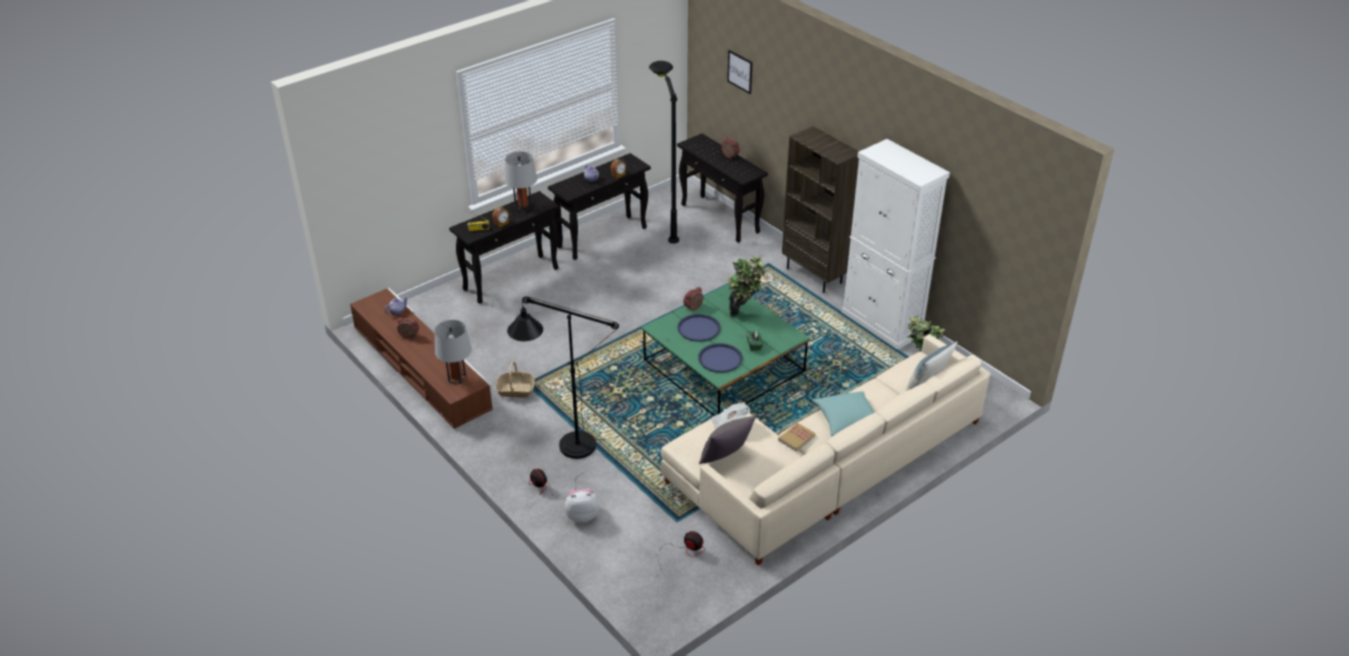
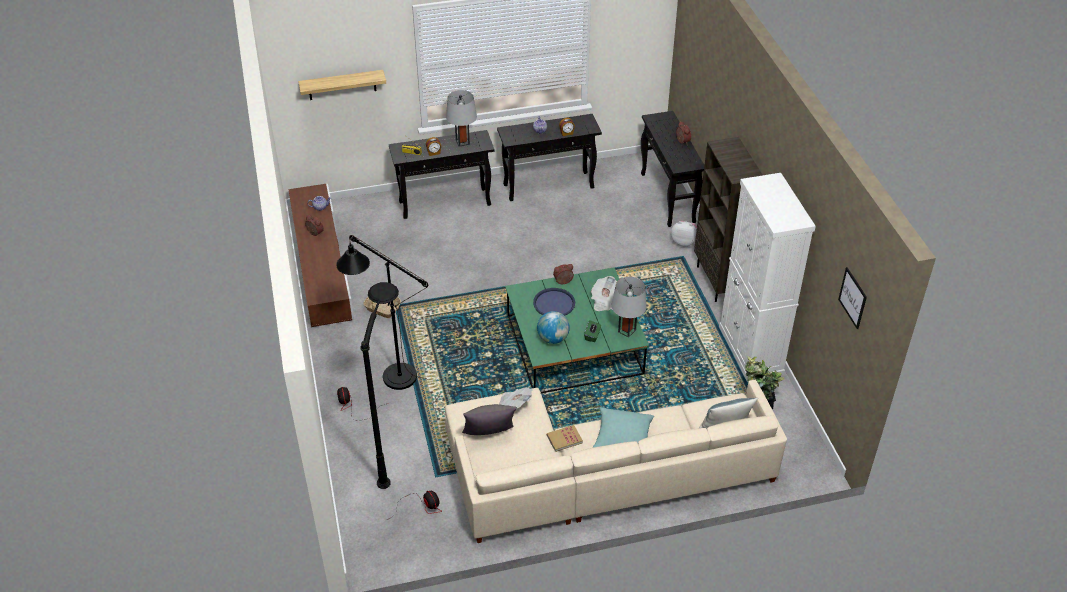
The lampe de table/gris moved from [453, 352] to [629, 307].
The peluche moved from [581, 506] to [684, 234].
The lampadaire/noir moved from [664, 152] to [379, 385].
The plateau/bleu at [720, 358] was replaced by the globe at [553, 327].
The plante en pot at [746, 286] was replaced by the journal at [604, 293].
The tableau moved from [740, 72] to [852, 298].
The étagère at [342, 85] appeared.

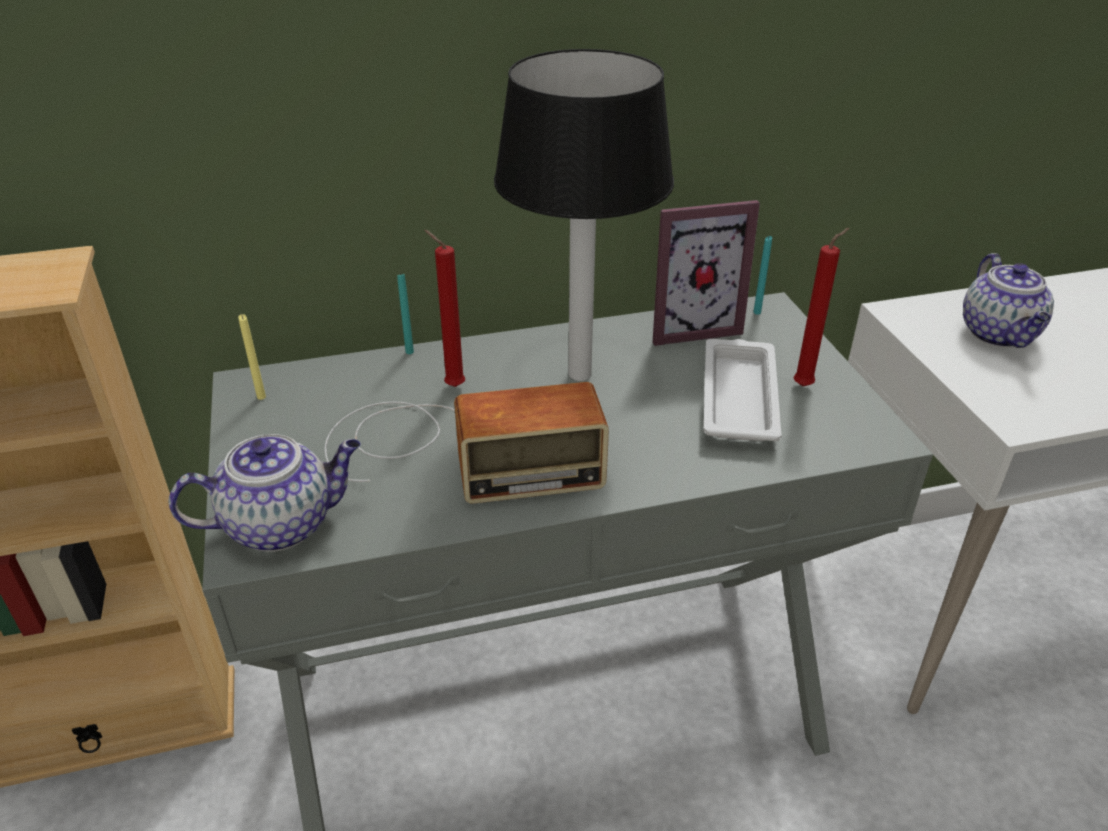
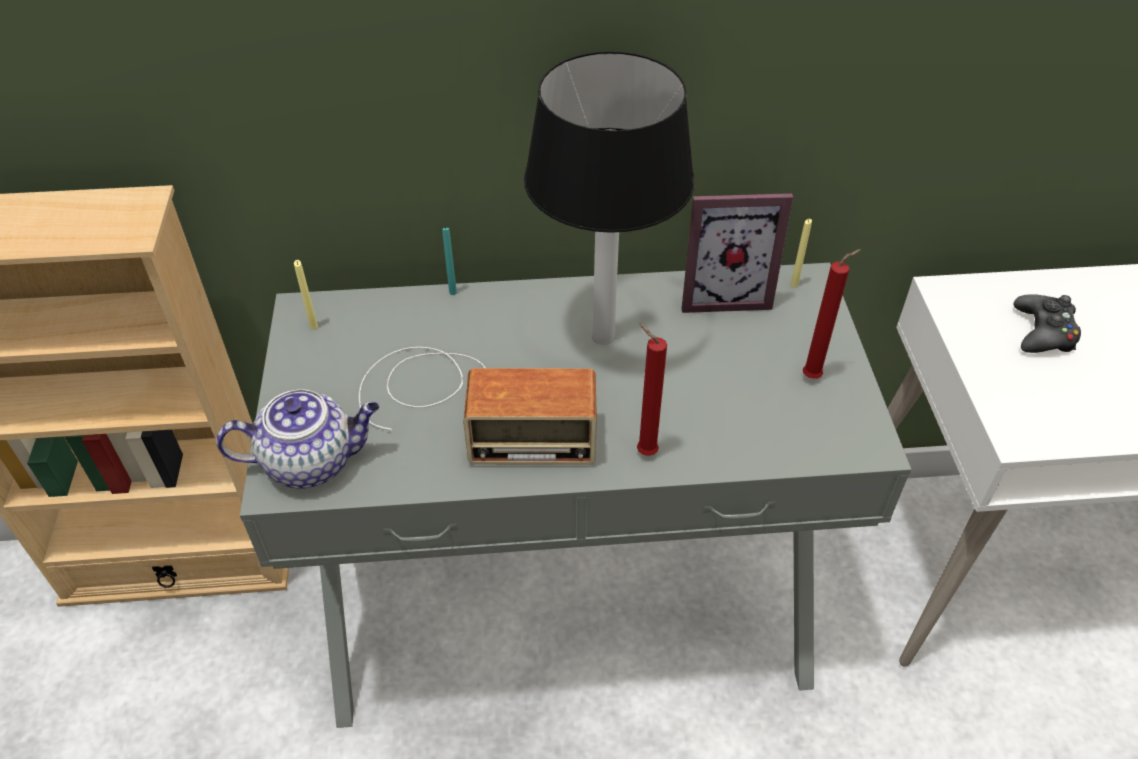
The bougie/rouge moved from [445, 308] to [652, 389].
The plateau/blanc at [743, 390] disappeared.
The bougie/turquoise at [762, 275] became the bougie/jaune at [801, 253].
The théière at [1008, 300] was replaced by the manette/noir at [1047, 323].

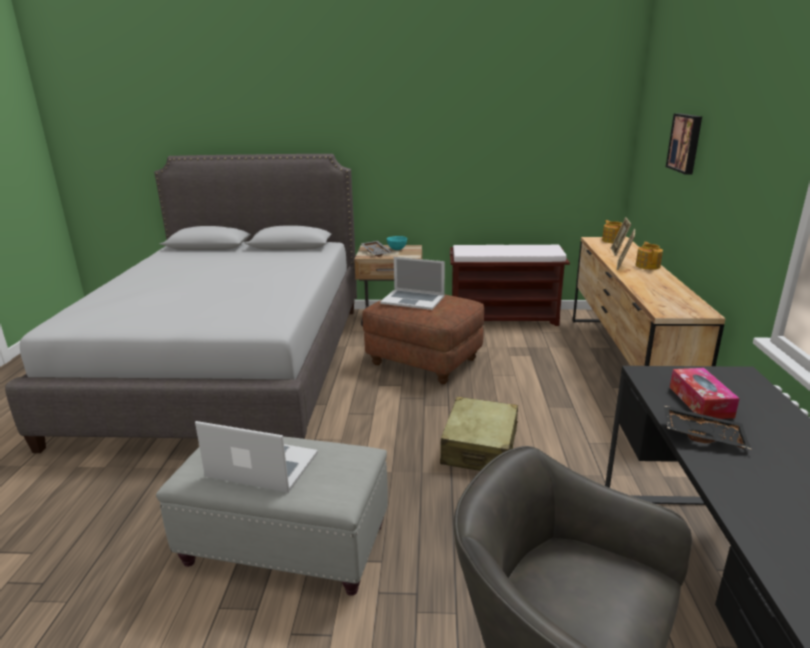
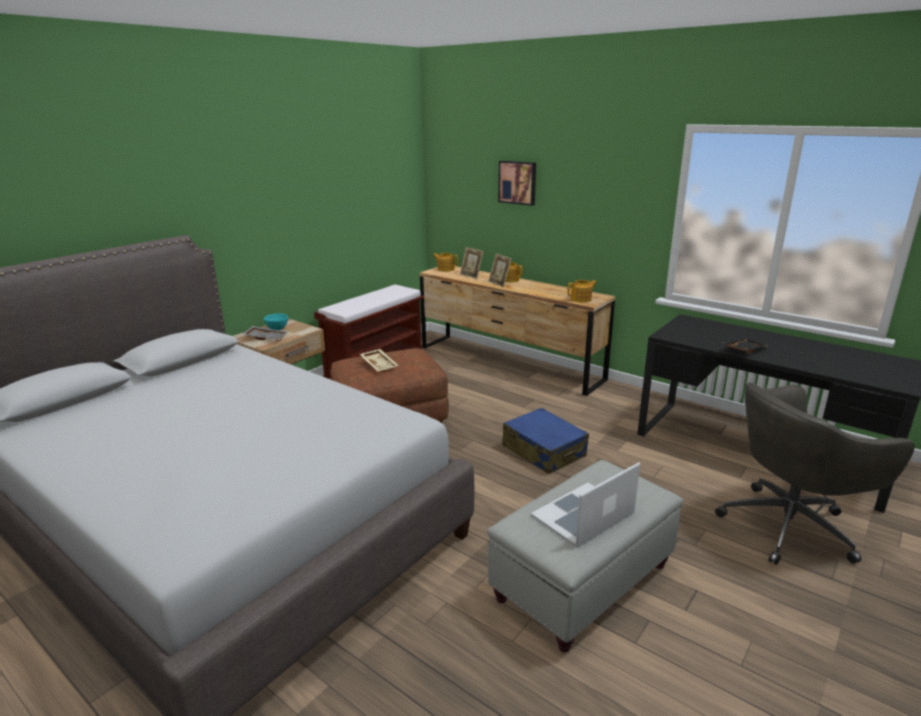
The ordinateur portable at [412, 283] was replaced by the plateau/beige at [379, 360].
The valise/beige at [479, 434] became the valise/bleu at [545, 441].
The boîte à mouchoirs at [705, 393] disappeared.
The théière at [582, 291] appeared.

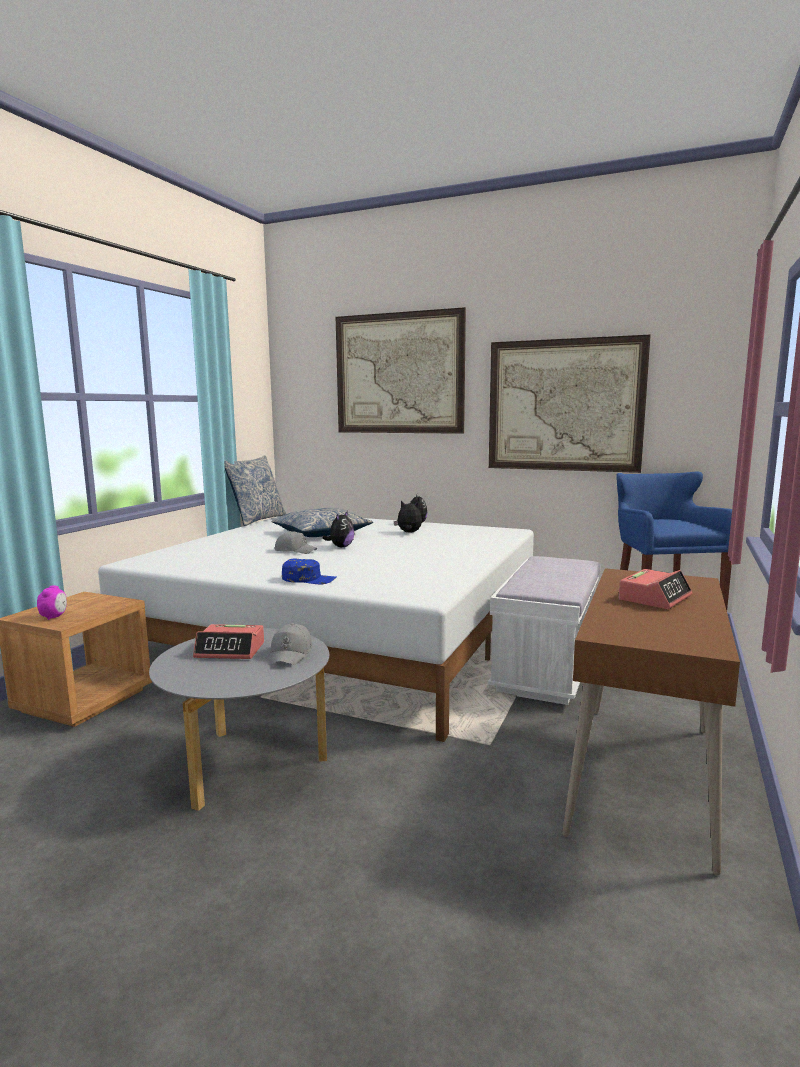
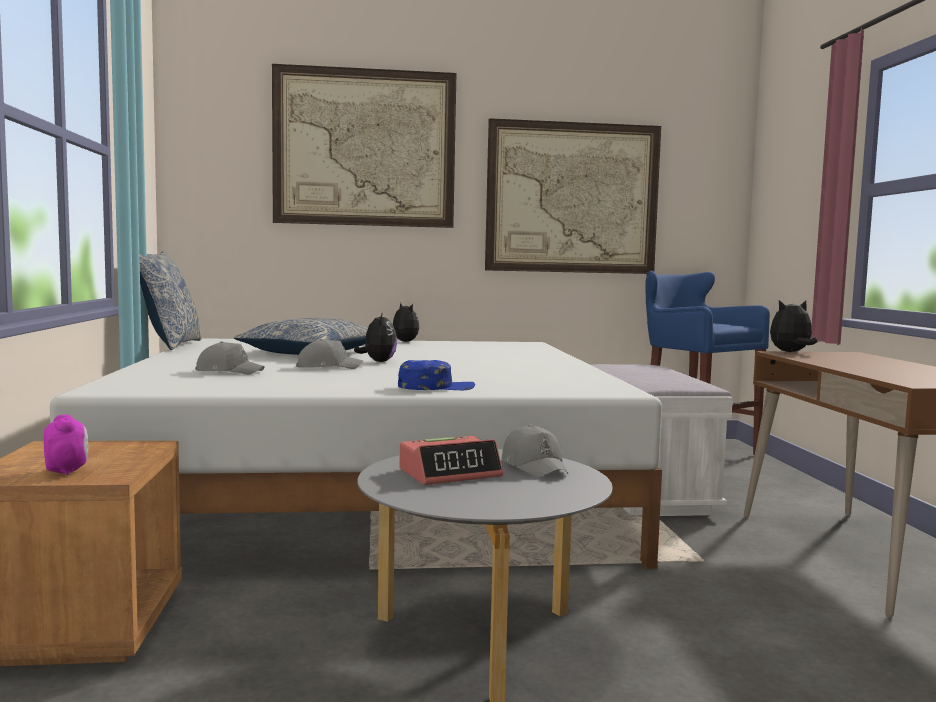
The peluche moved from [408, 517] to [794, 326].
The réveil at [655, 589] disappeared.
The casquette/gris at [230, 358] appeared.

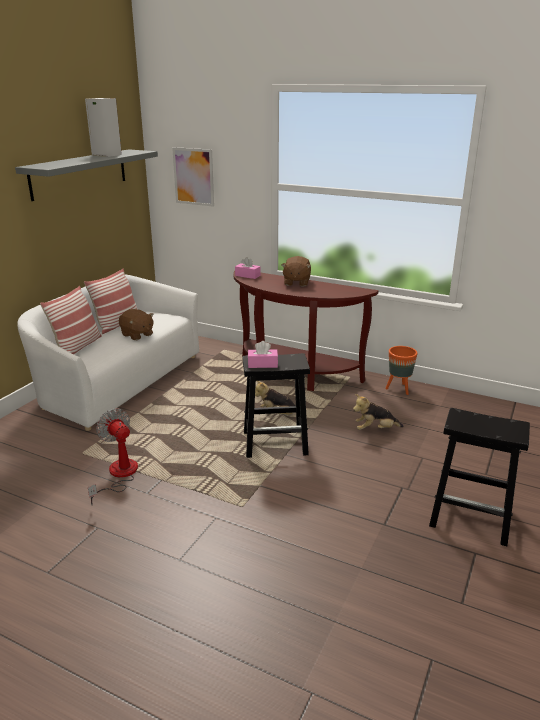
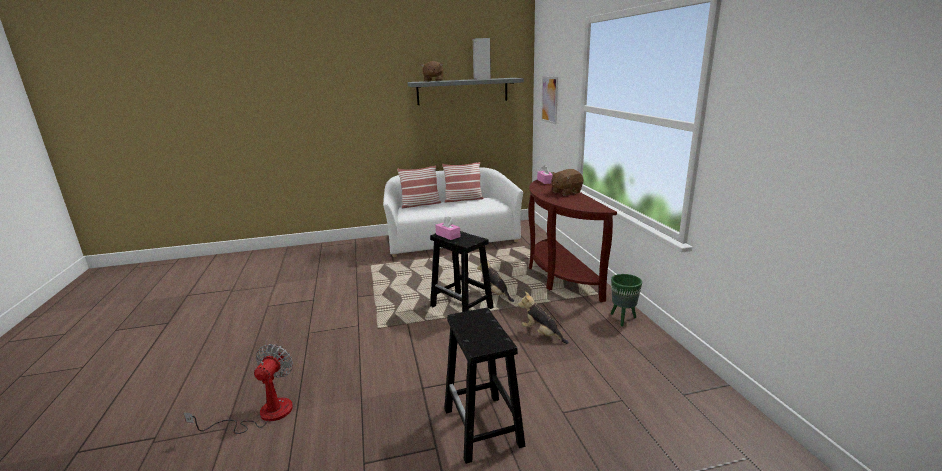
The ventilateur moved from [113, 457] to [238, 389].
The peluche/marron moved from [136, 324] to [432, 71].
The cache-pot/orange at [401, 370] became the cache-pot/vert at [626, 300].

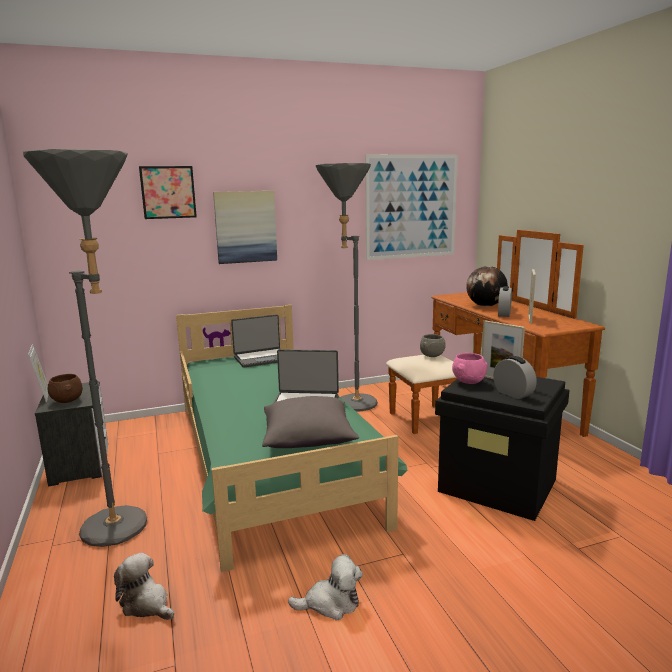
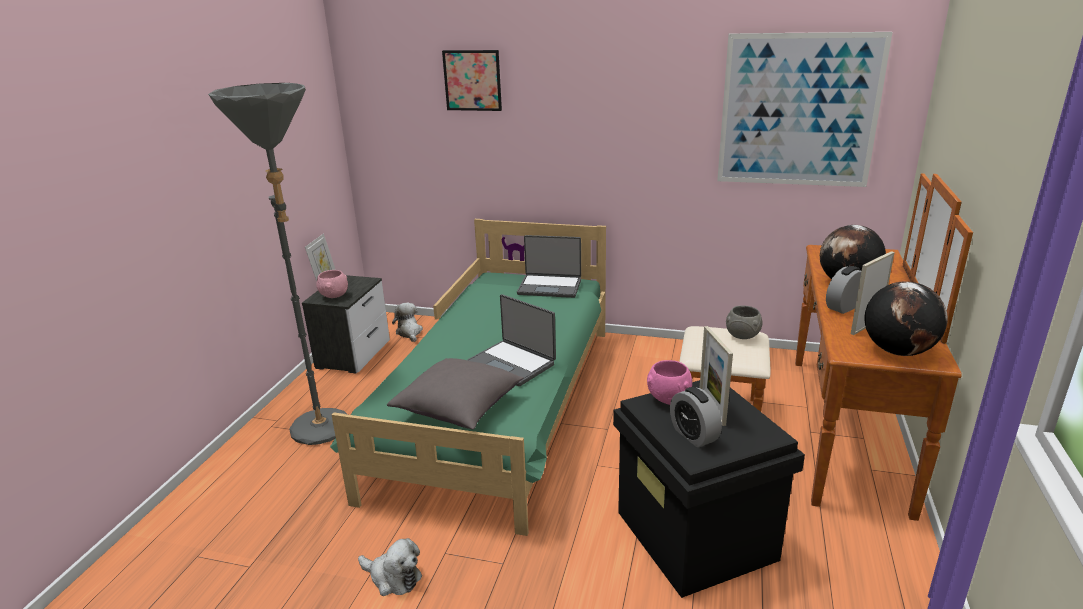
The bol/marron at [65, 388] became the bol/rose at [332, 284].
The peluche moved from [144, 586] to [407, 322].
The tableau at [245, 227] disappeared.
The lampadaire/gris at [347, 287] disappeared.
The réveil at [515, 377] turned 150 degrees clockwise.
The globe at [906, 318] appeared.

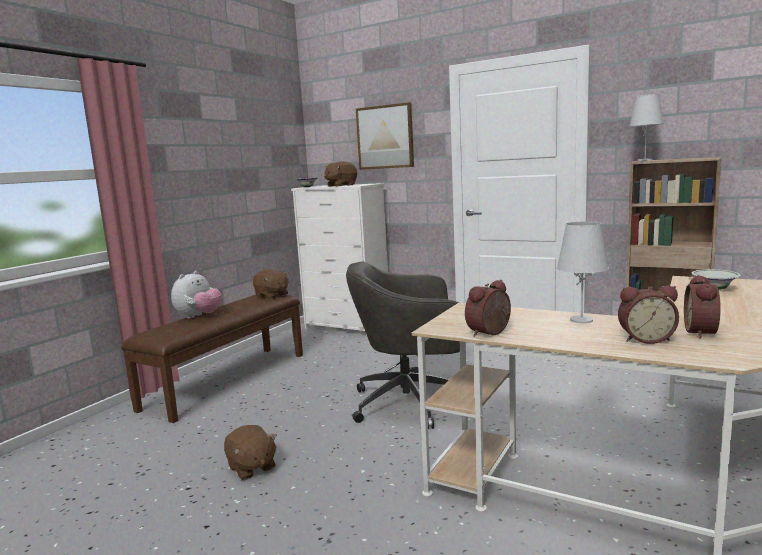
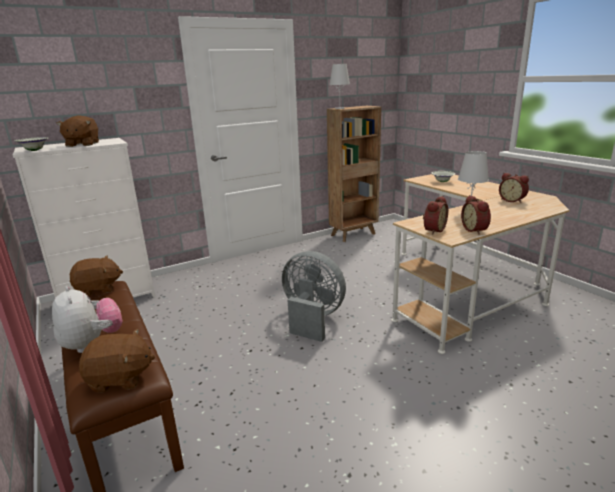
The peluche/marron moved from [250, 452] to [117, 361].
The chaise de bureau/gris at [403, 345] was replaced by the ventilateur/gris at [314, 296].
The tableau at [385, 136] disappeared.
The réveil moved from [648, 315] to [435, 215].

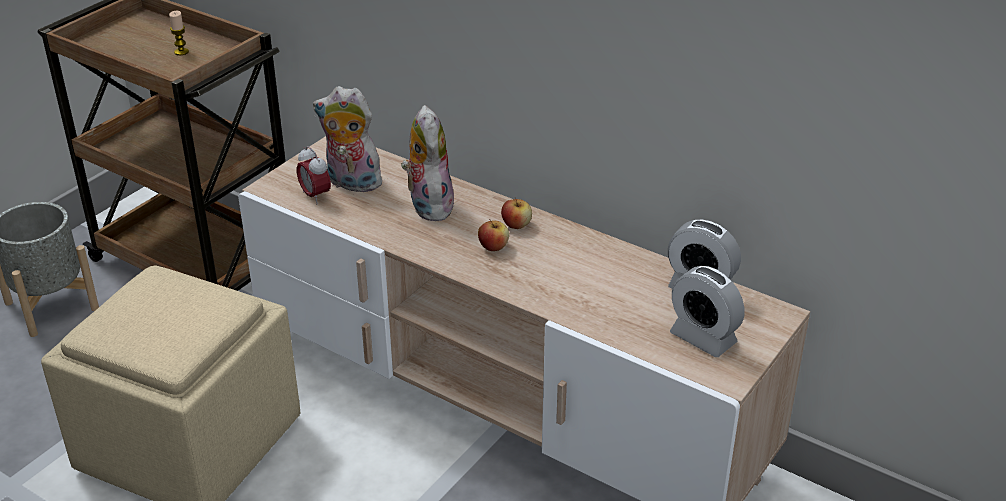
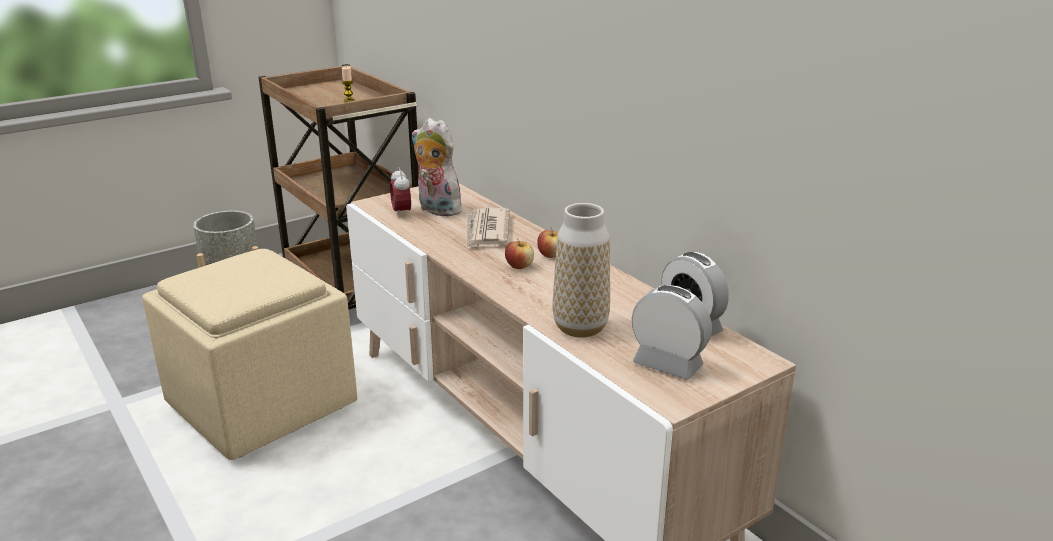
The peluche at [428, 163] was replaced by the journal at [488, 228].
The réveil at [707, 311] turned 150 degrees clockwise.
The vase at [581, 270] appeared.

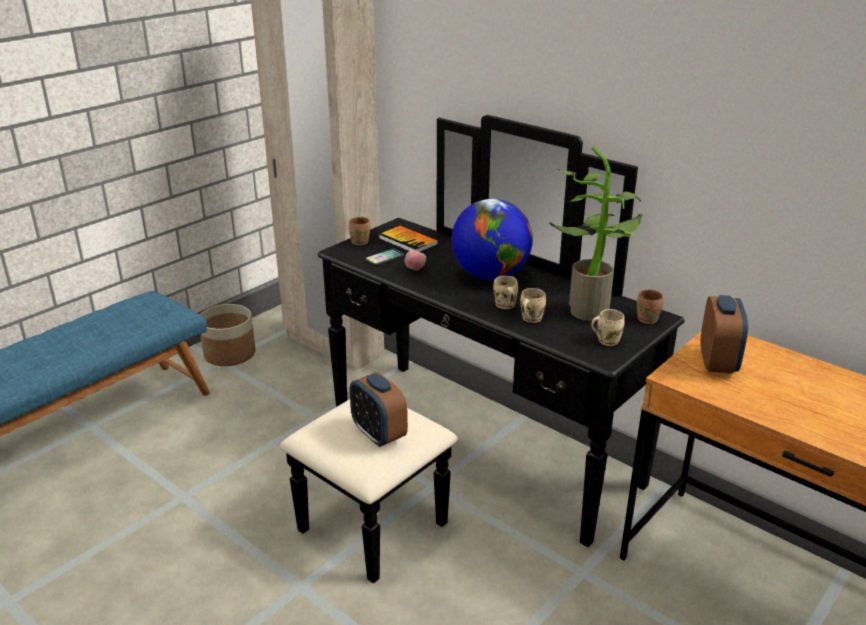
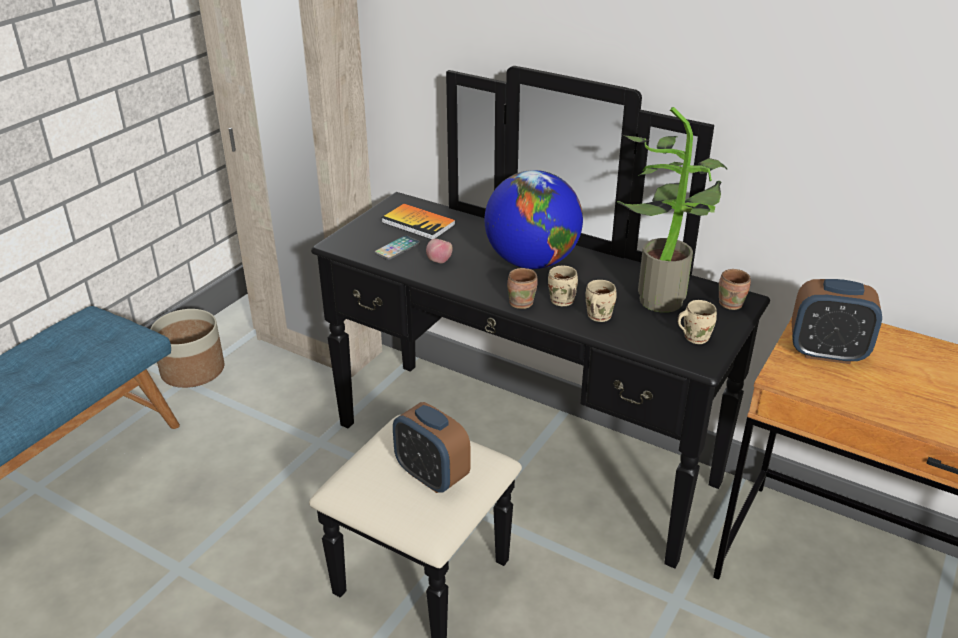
The mug/marron moved from [359, 231] to [522, 288].
The réveil at [724, 334] turned 105 degrees clockwise.

